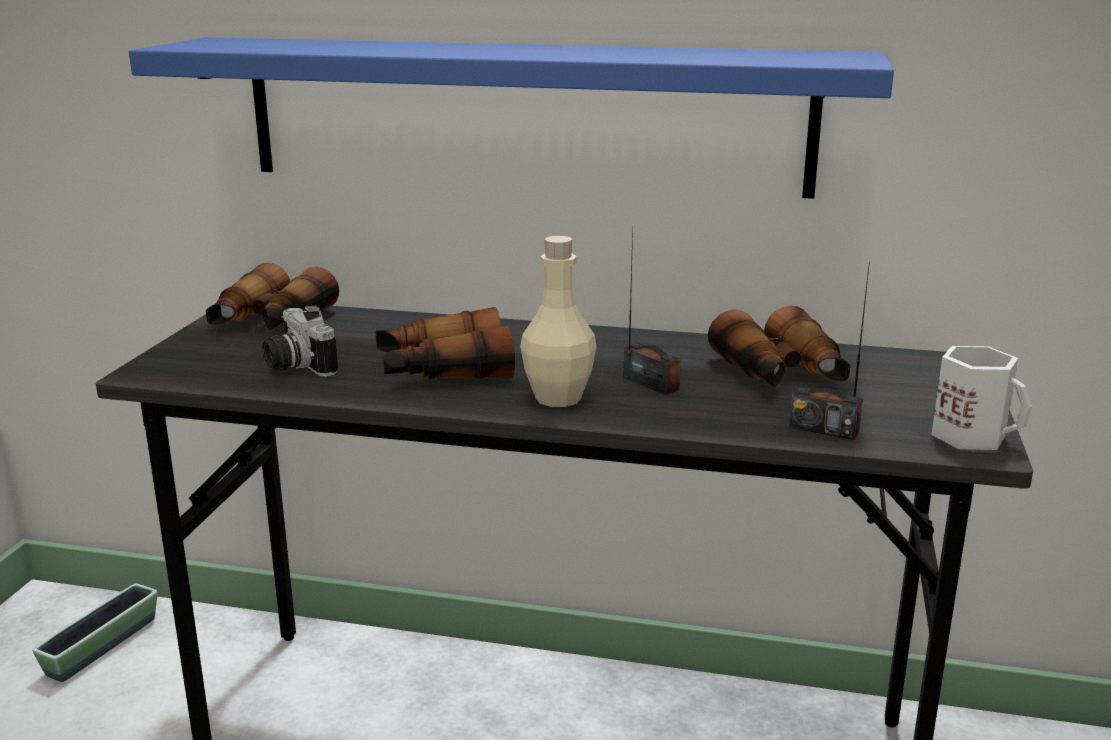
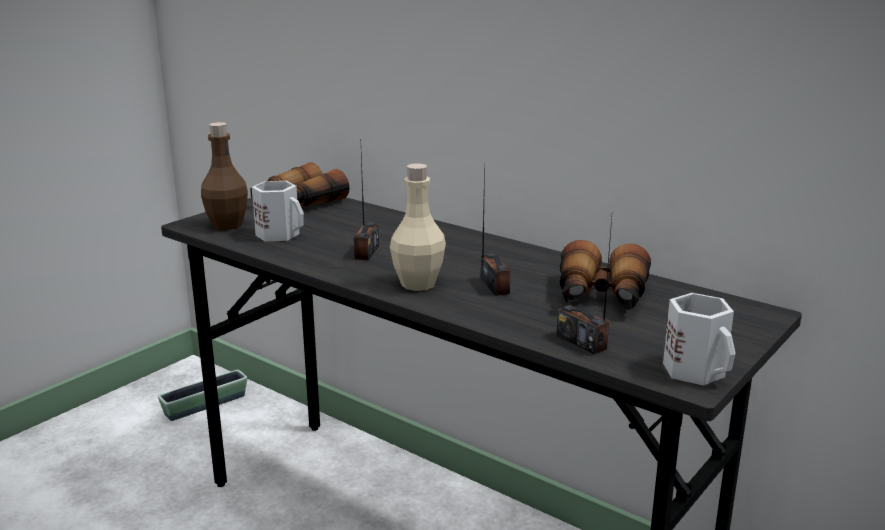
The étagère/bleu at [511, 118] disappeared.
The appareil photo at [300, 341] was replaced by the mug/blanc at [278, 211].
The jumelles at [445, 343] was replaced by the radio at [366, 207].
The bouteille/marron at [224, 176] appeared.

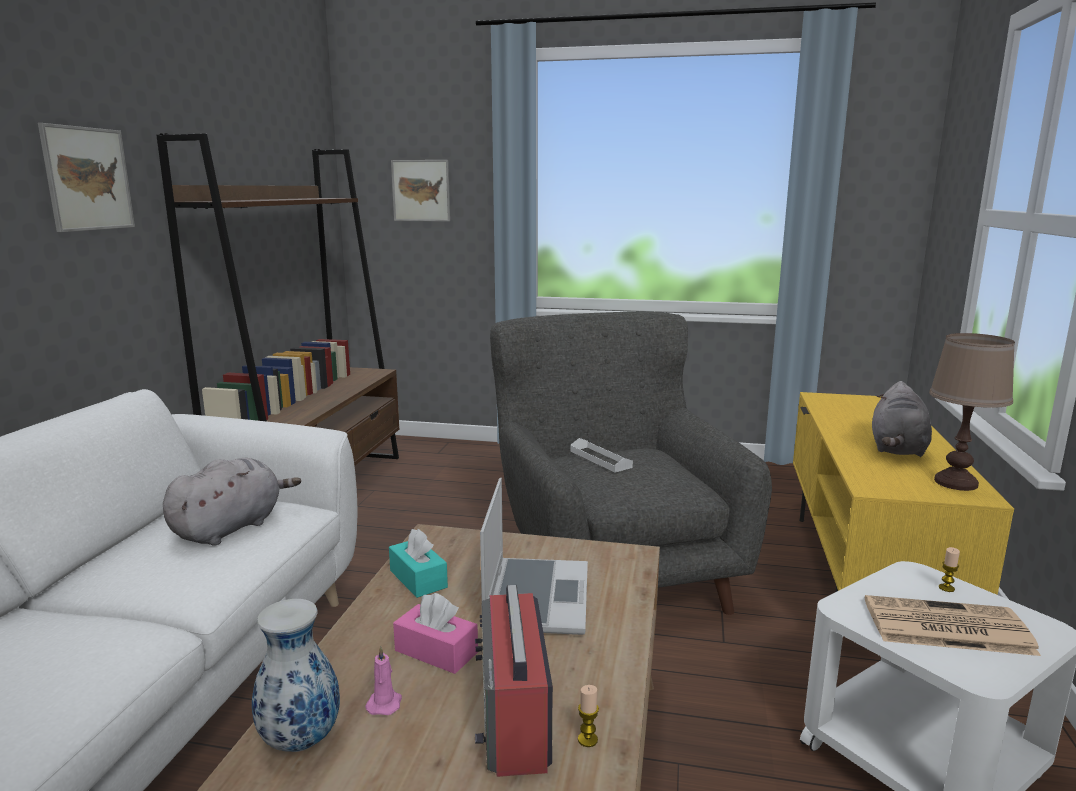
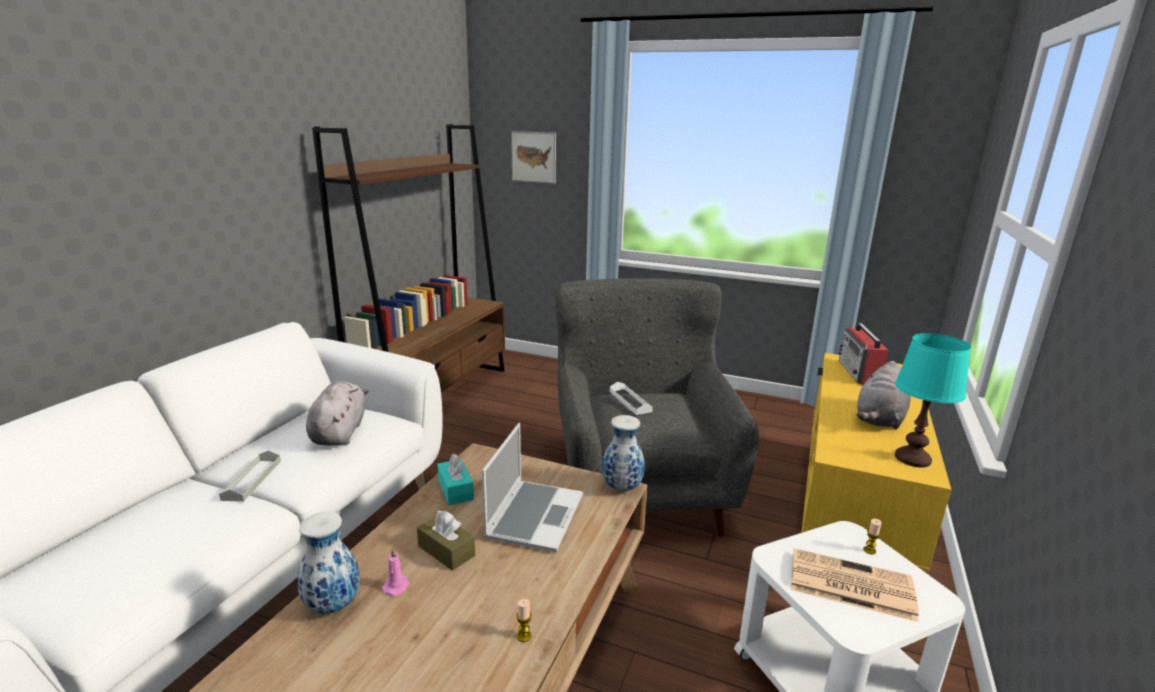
The tableau at [86, 177] disappeared.
The peluche/gris at [232, 502] turned 45 degrees counterclockwise.
The boîte à mouchoirs/rose at [435, 633] became the boîte à mouchoirs/marron at [446, 541].
The radio moved from [514, 681] to [864, 354].
The lampe de table/marron at [972, 412] became the lampe de table/turquoise at [933, 400].
The plateau/gris at [250, 476] appeared.
The vase at [623, 453] appeared.

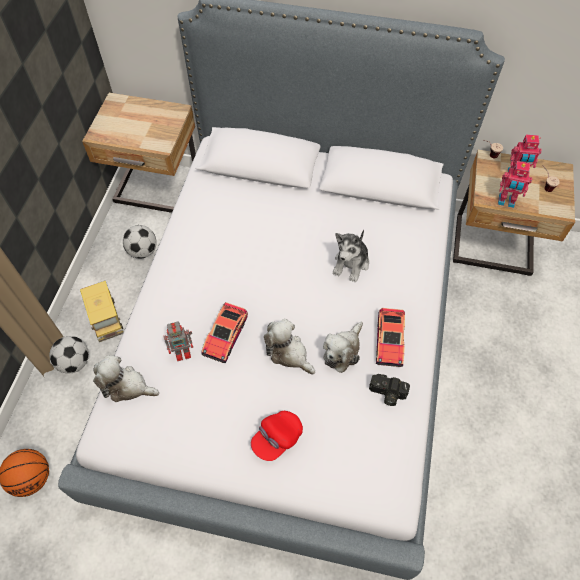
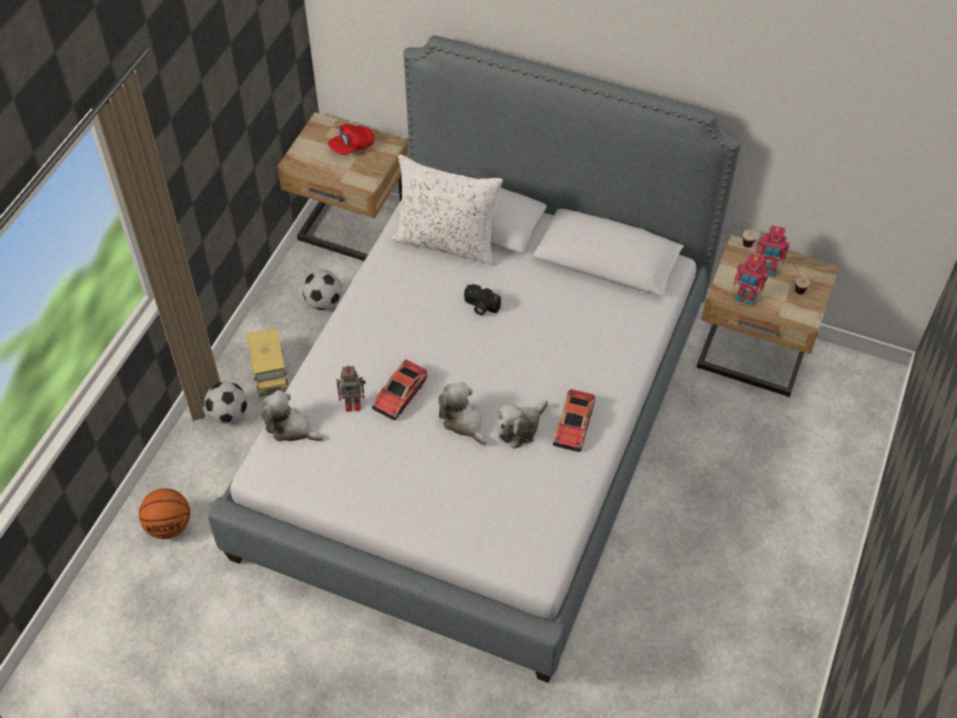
The casquette/rouge moved from [277, 436] to [351, 139].
The peluche at [351, 255] disappeared.
The appareil photo moved from [389, 390] to [482, 299].
The coussin/blanc at [447, 209] appeared.

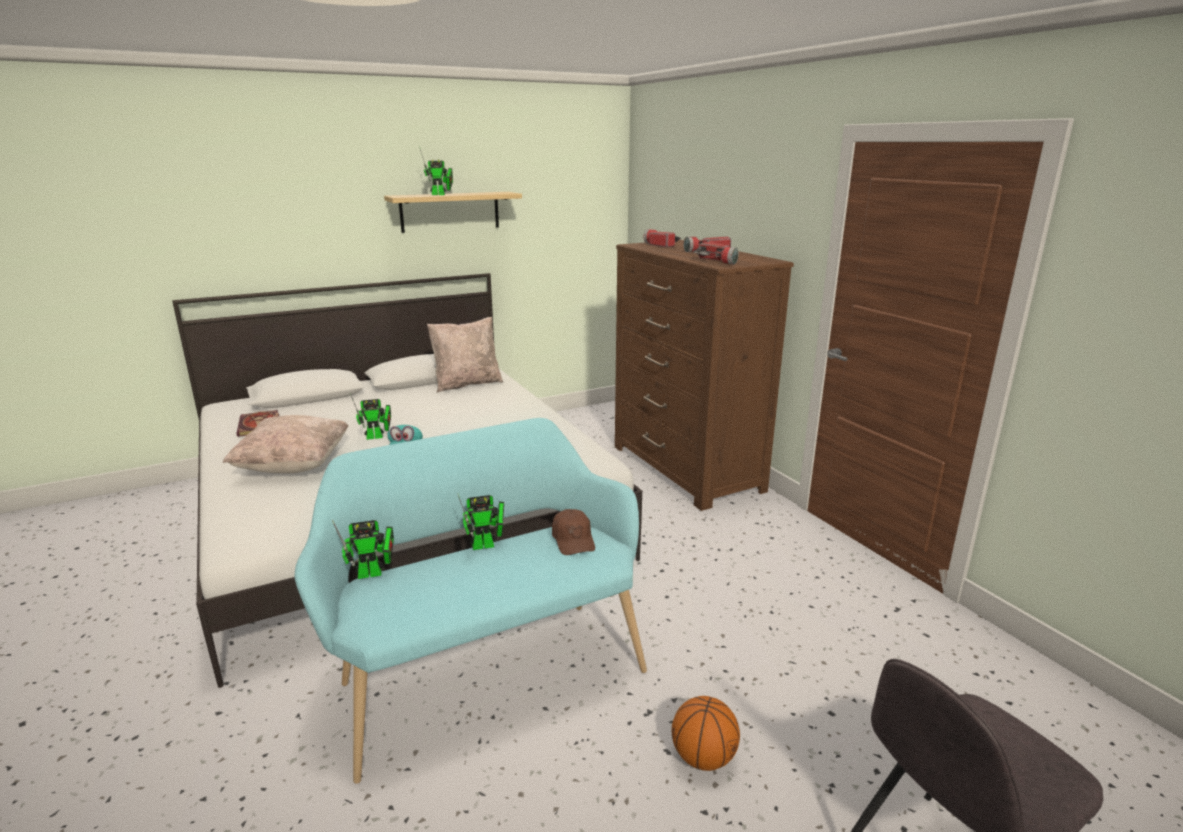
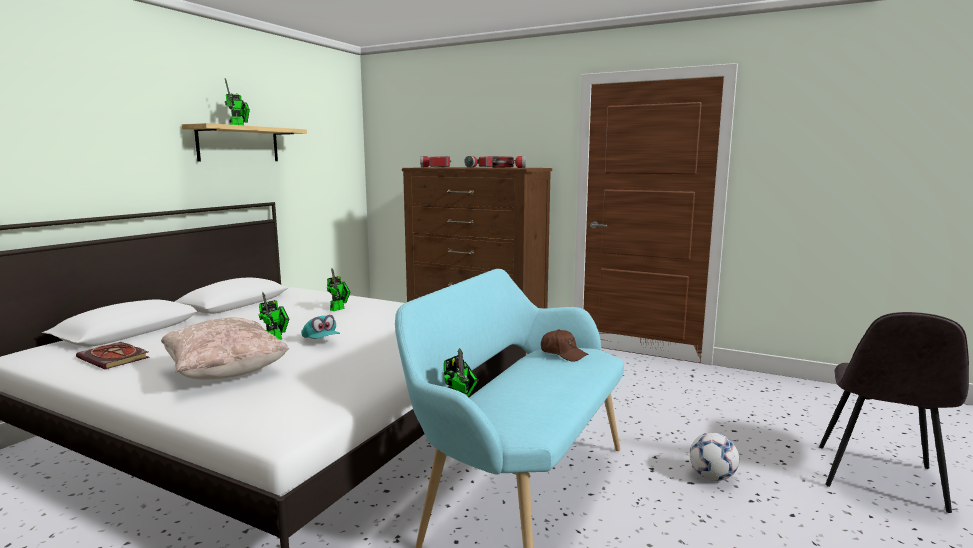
The coussin/beige at [465, 355] disappeared.
The robot jouet moved from [480, 521] to [338, 289].
The ballon de basket at [706, 733] was replaced by the ballon de foot at [714, 457].

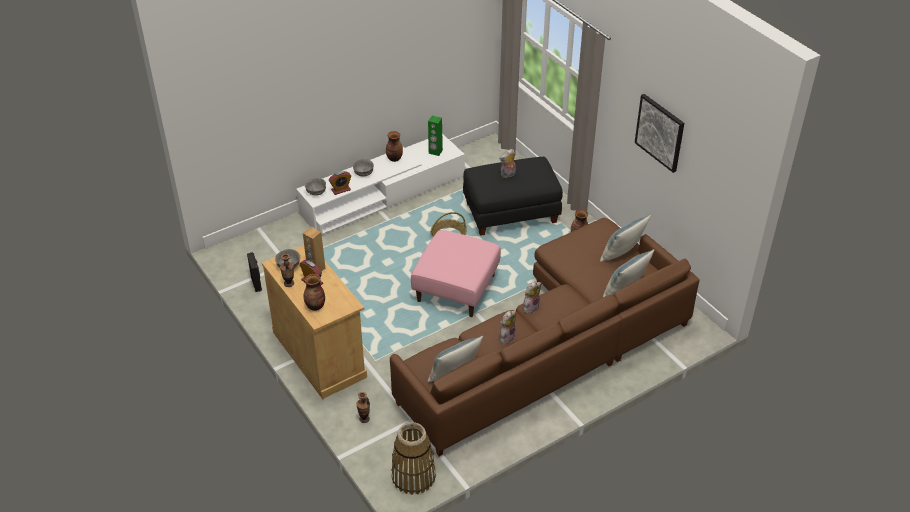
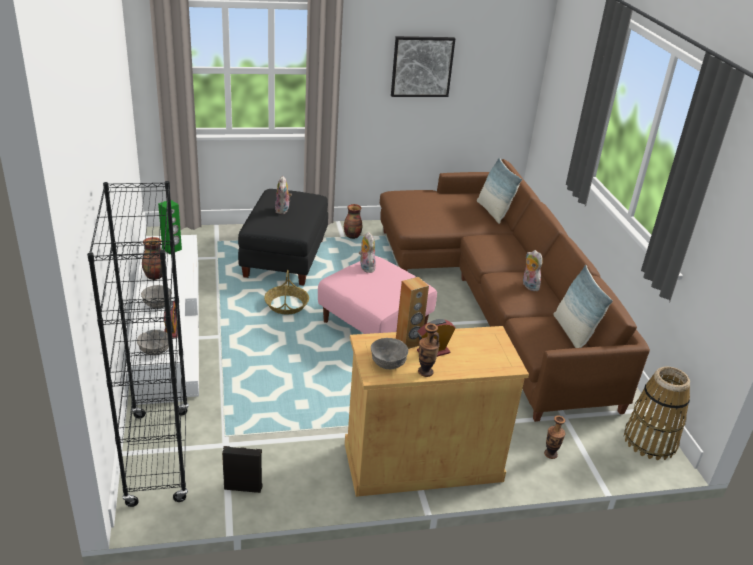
The vase at [314, 292] disappeared.
The peluche moved from [532, 297] to [367, 252].
The coussin at [625, 238] disappeared.
The bibliothèque/noir at [138, 344] appeared.

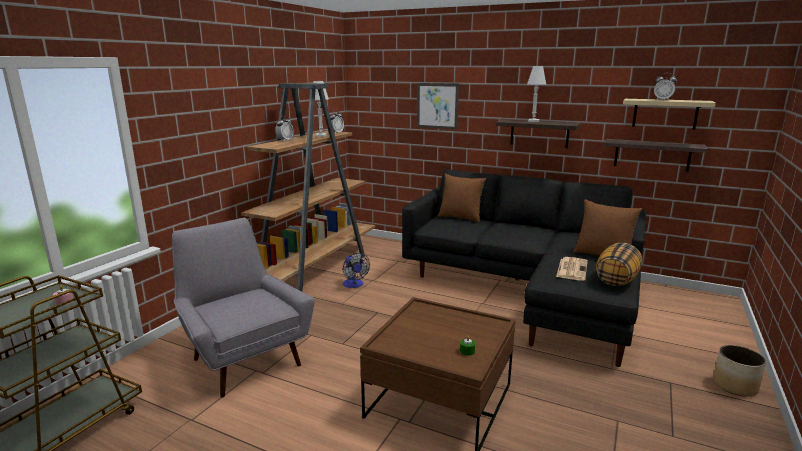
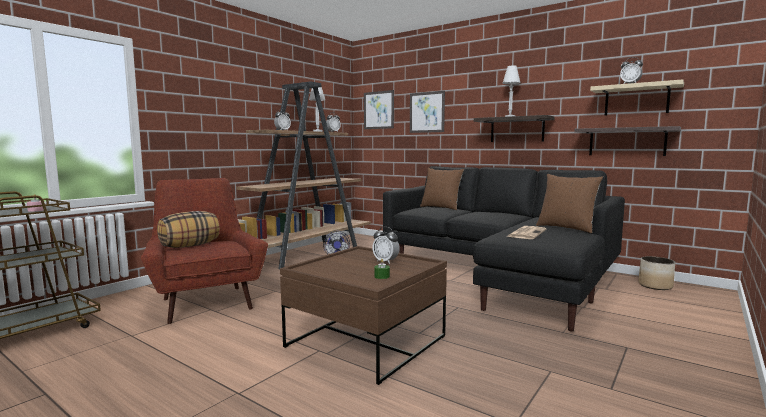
The fauteuil/gris at [243, 308] became the fauteuil/rouge at [204, 251].
The coussin moved from [619, 264] to [188, 229].
The cache-pot moved from [739, 370] to [657, 273].
The tableau at [379, 109] appeared.
The réveil at [386, 245] appeared.

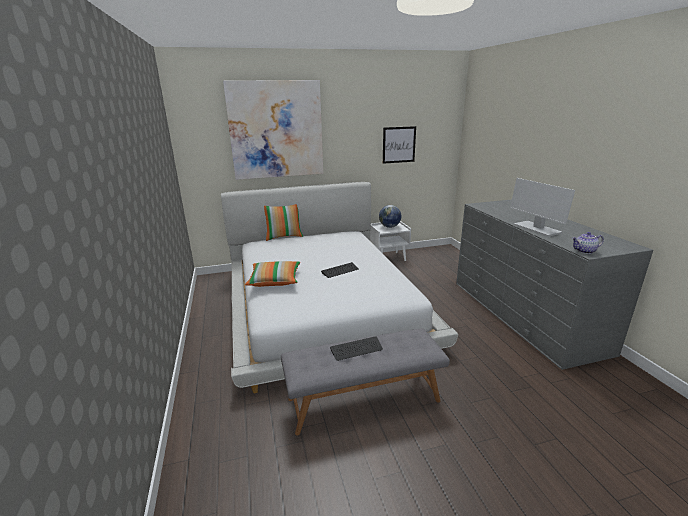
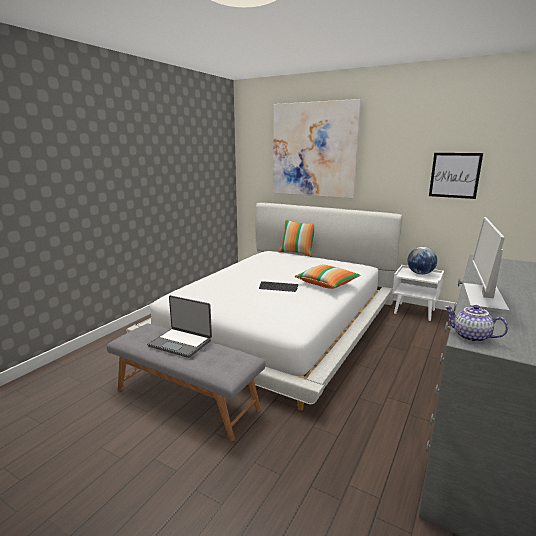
The coussin moved from [272, 274] to [328, 277].
The clavier at [356, 348] was replaced by the ordinateur portable at [179, 326].

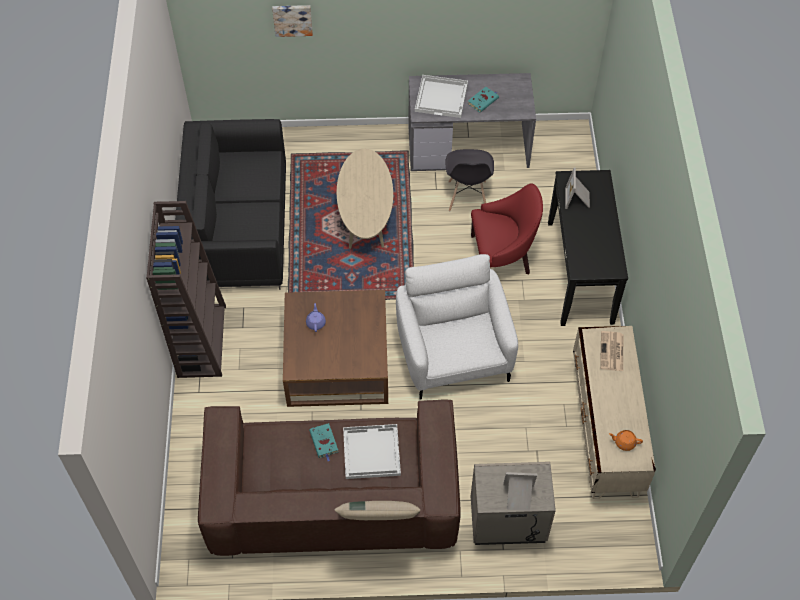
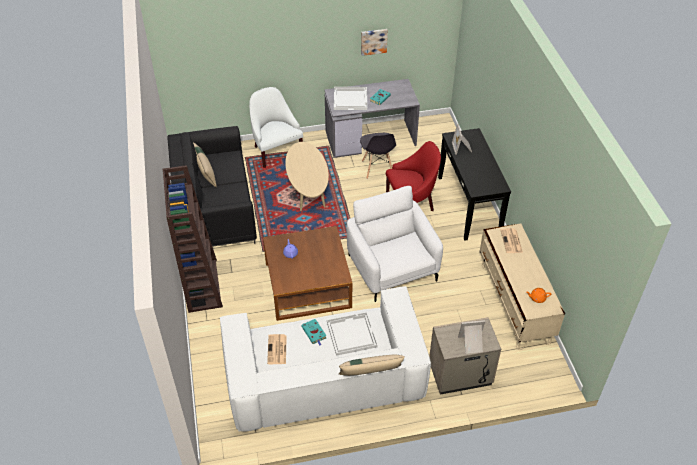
The canapé/marron at [329, 477] became the canapé/blanc at [325, 359].
The tableau moved from [292, 21] to [374, 42].
The coussin/beige at [205, 164] appeared.
The fauteuil/blanc at [276, 127] appeared.
The journal at [277, 349] appeared.

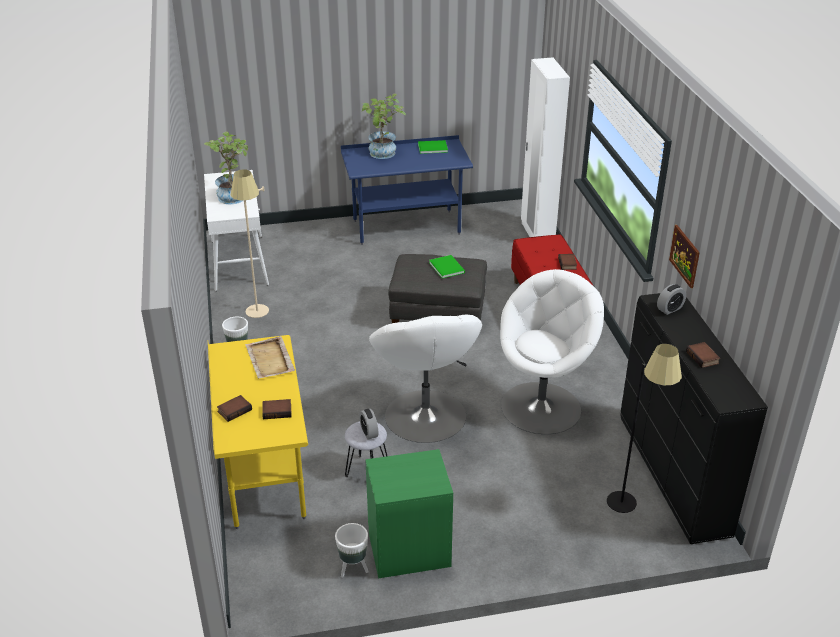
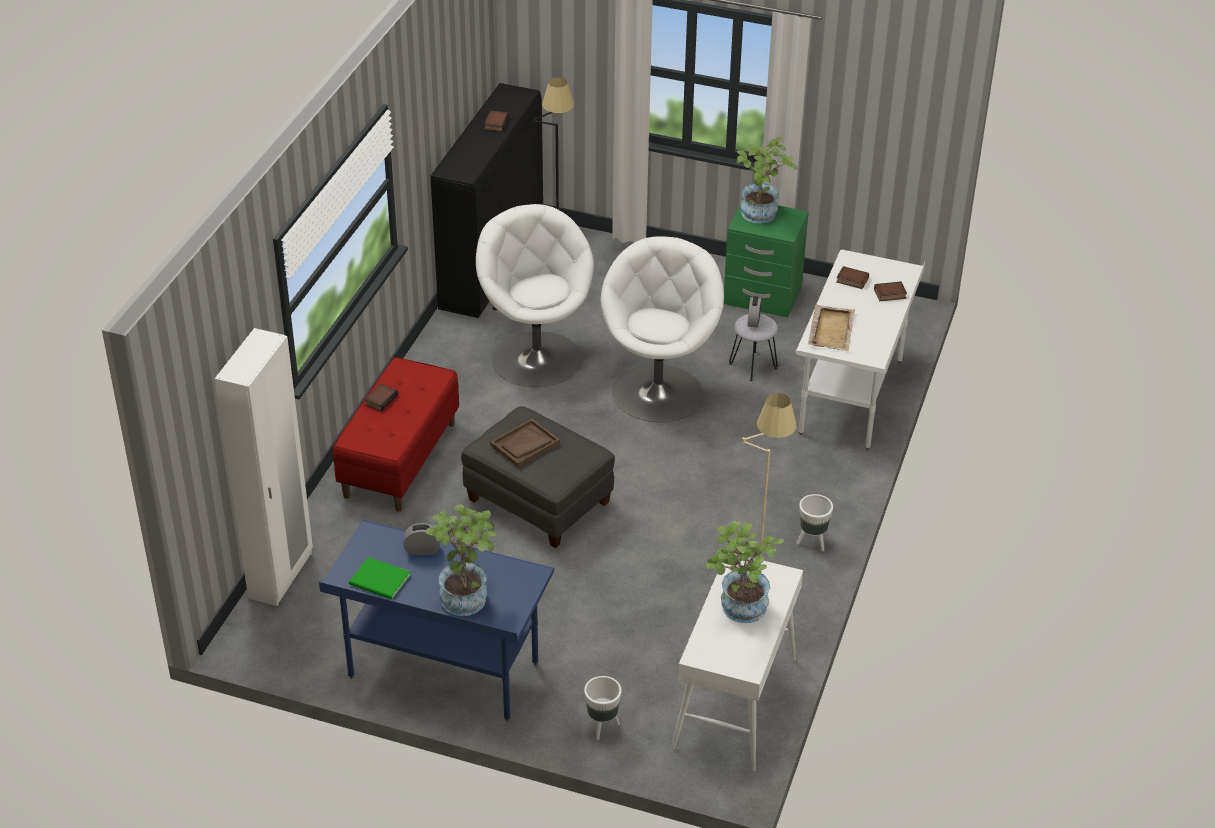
The bureau/jaune at [258, 432] became the bureau/blanc at [860, 350].
The cache-pot/blanc moved from [352, 550] to [603, 708].
The livre/vert at [447, 266] was replaced by the plateau/marron at [525, 443].
The fauteuil/blanc at [552, 351] turned 75 degrees clockwise.
The réveil moved from [671, 299] to [422, 539].
The tableau at [684, 256] disappeared.
The plante en pot at [767, 179] appeared.

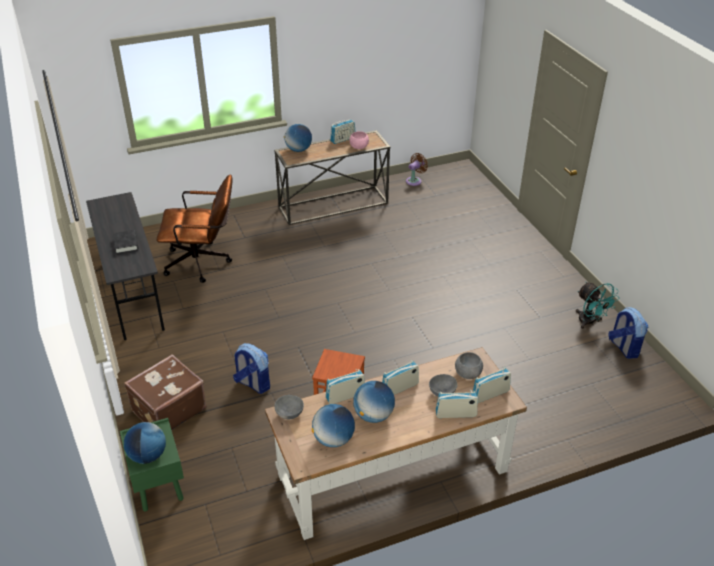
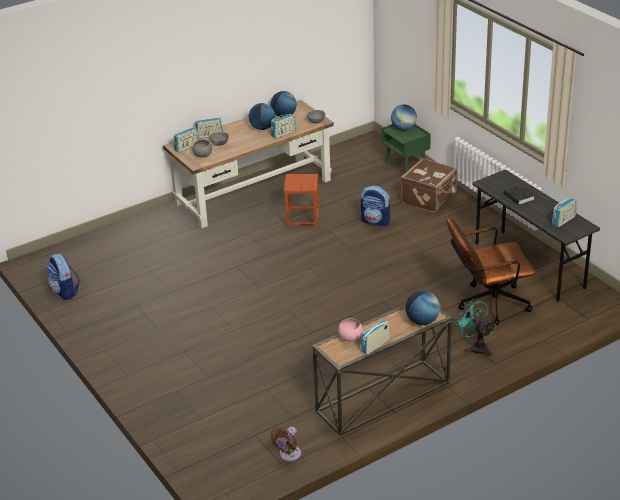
The radio moved from [400, 377] to [564, 213].
The ventilateur/turquoise moved from [597, 305] to [475, 327].

